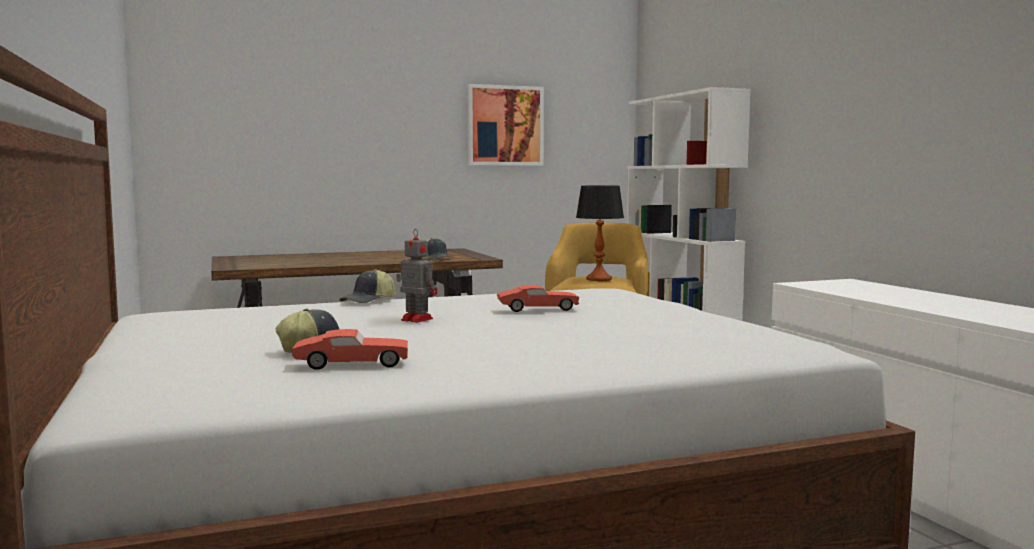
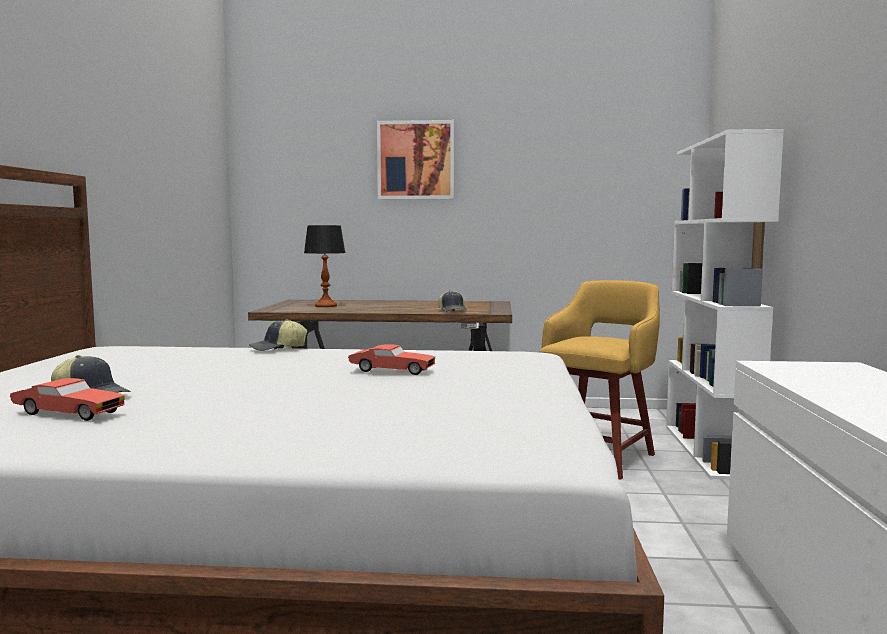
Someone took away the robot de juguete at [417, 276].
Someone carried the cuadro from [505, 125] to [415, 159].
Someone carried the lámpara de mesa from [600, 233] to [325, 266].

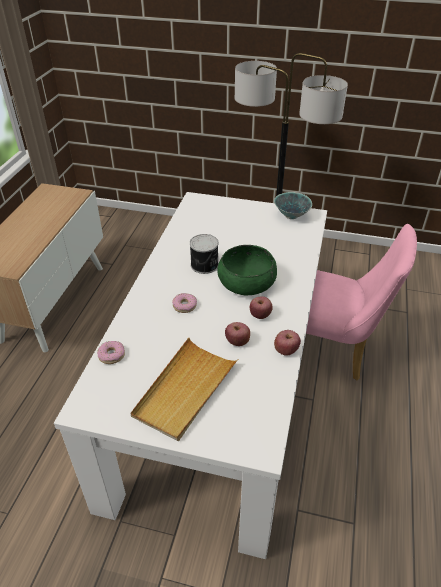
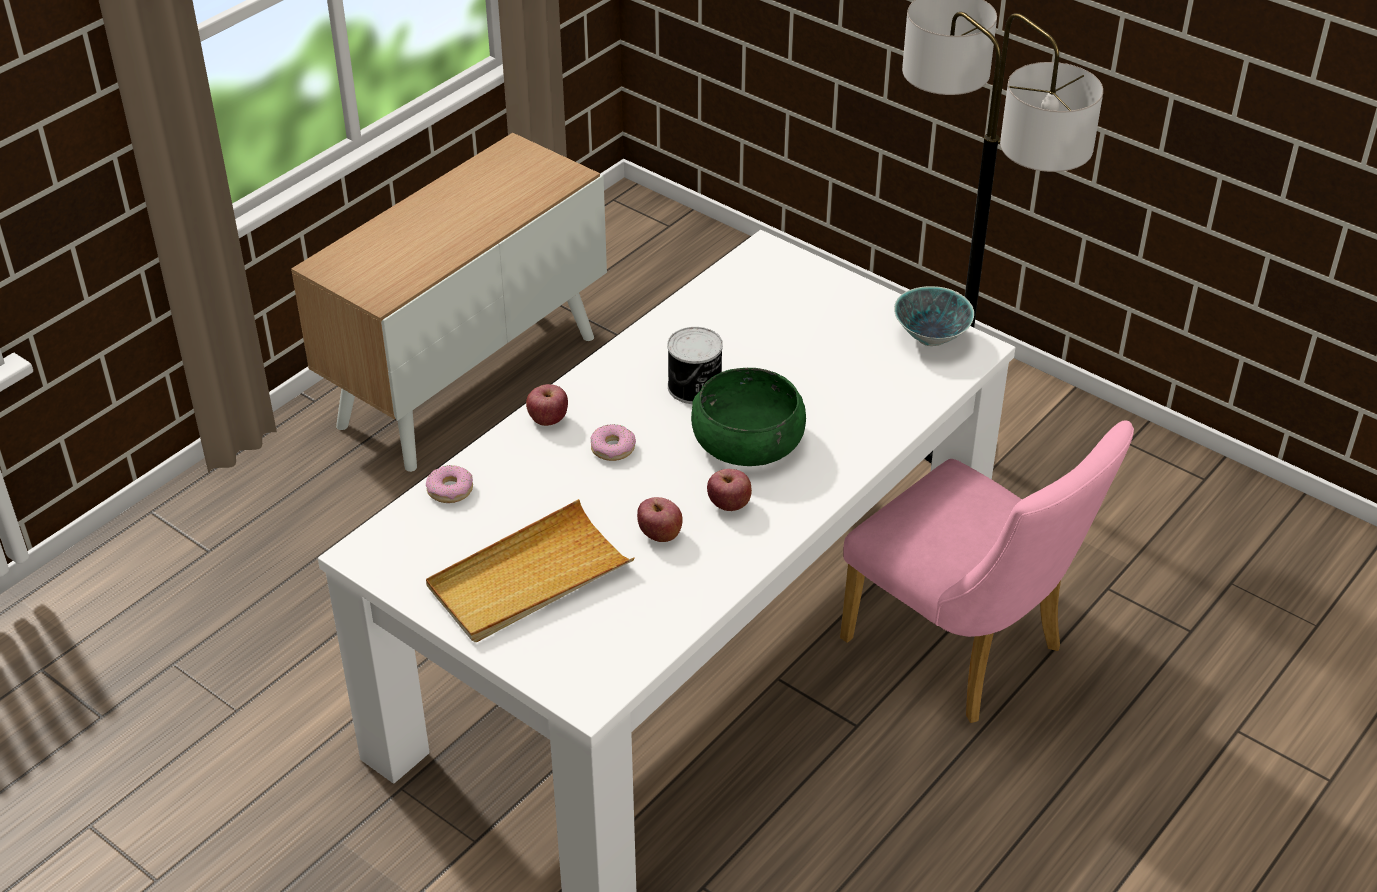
Someone carried the manzana from [287, 343] to [547, 405].

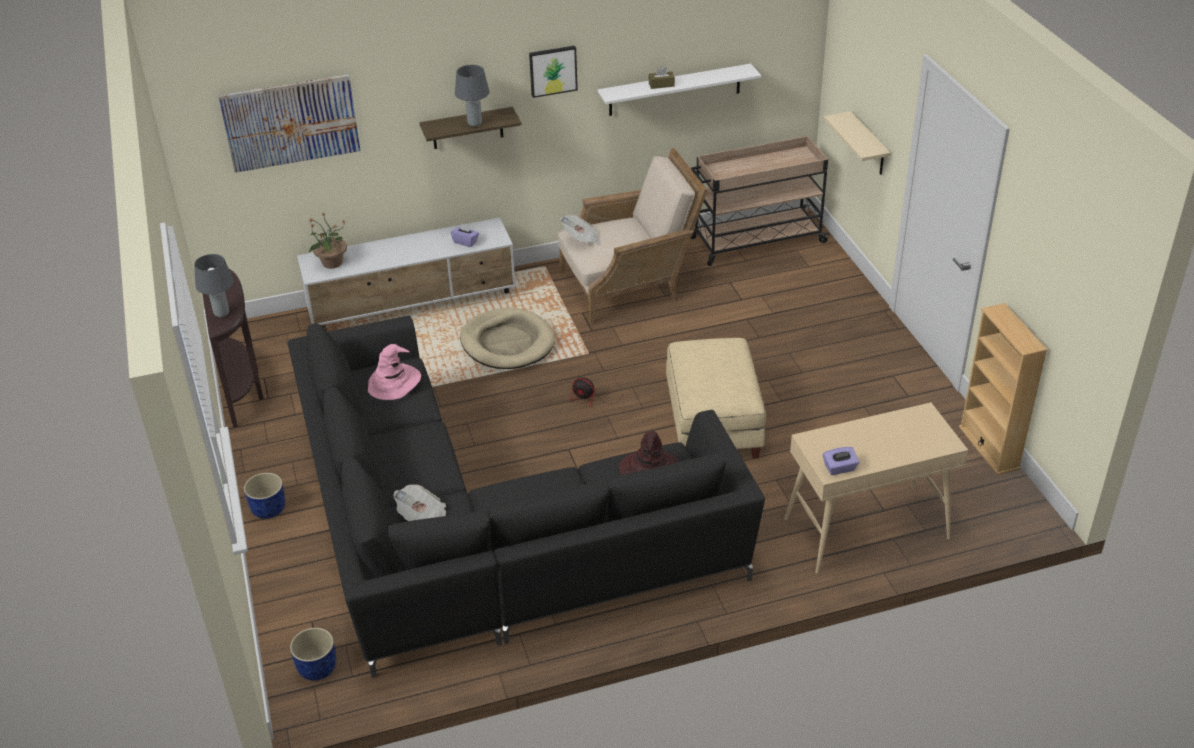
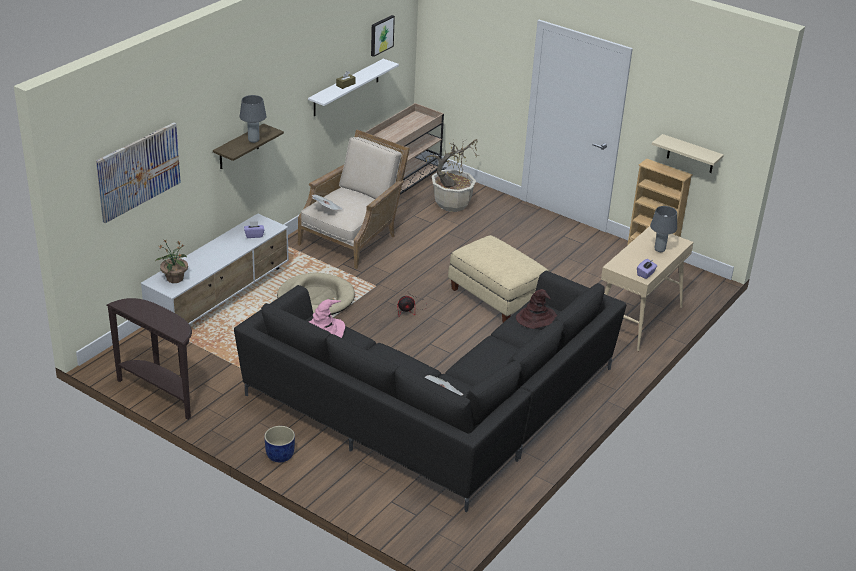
Someone carried the lámpara de mesa/gris from [214, 285] to [663, 229].
Someone took away the maceta/azul at [313, 654].
Someone carried the cuadro from [553, 72] to [383, 36].
Someone carried the estante/beis from [857, 143] to [688, 153].
Someone put down the planta en maceta at [452, 175].

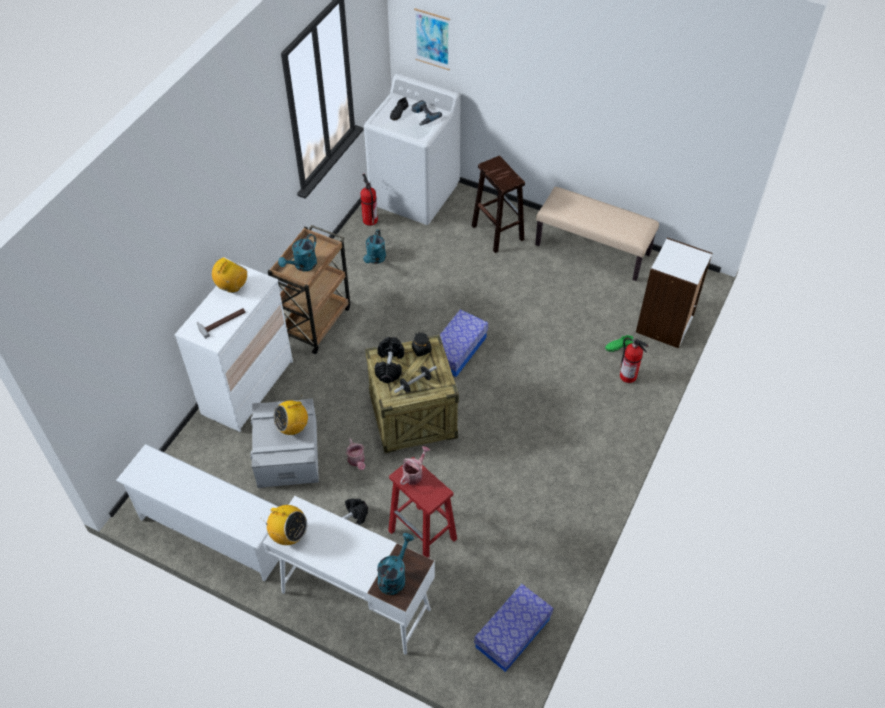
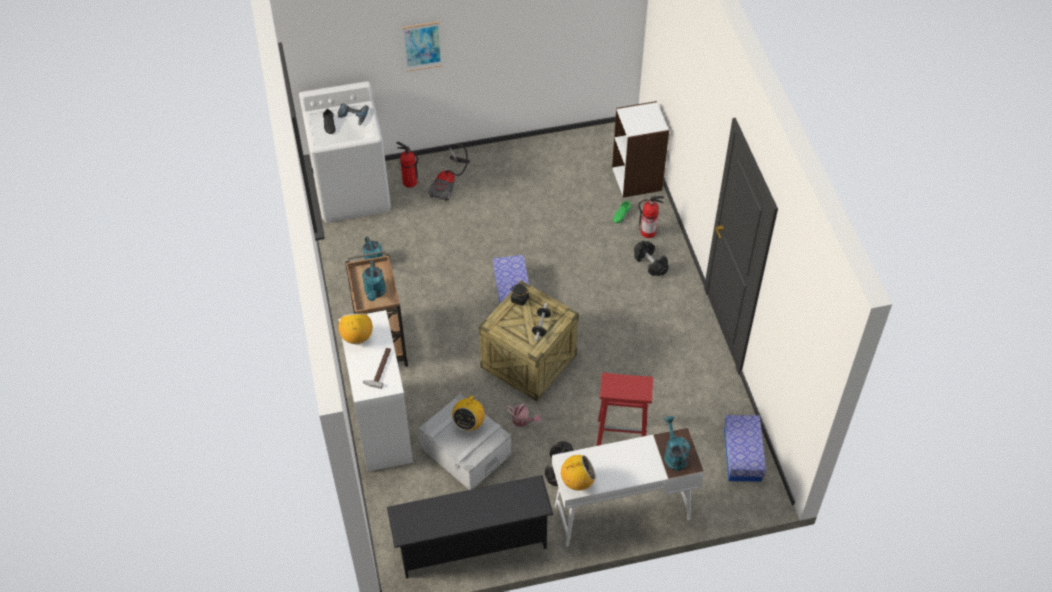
Someone repainted the zapatero/blanco at [197, 512], which became the zapatero/negro at [470, 526].
Someone carried the extintor from [369, 200] to [407, 165].
Someone carried the mancuerna/negro from [389, 360] to [651, 258].
Someone took away the regadera at [415, 465].
Someone carried the cuadro from [432, 39] to [422, 46].
Someone swapped the taburete/marrón at [498, 204] for the aspiradora at [449, 172].
Someone took away the banco/beis at [597, 234].

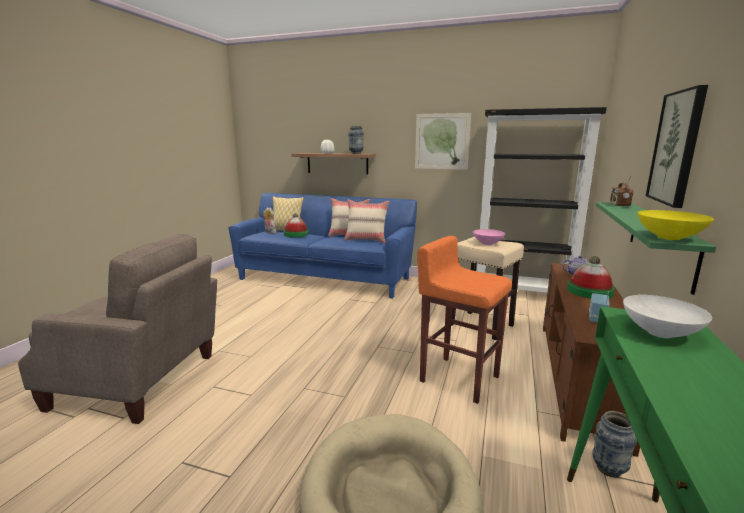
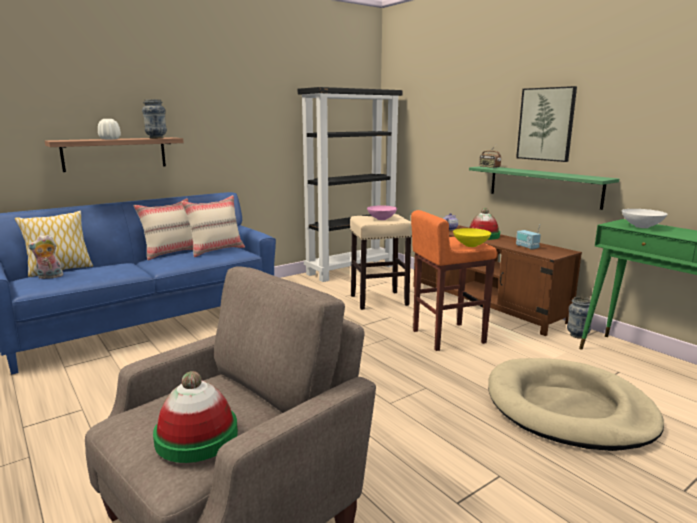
Someone carried the sombrero from [296, 225] to [195, 417].
Someone took away the cuadro at [443, 141].
Someone carried the cuenco/amarillo from [675, 225] to [472, 237].

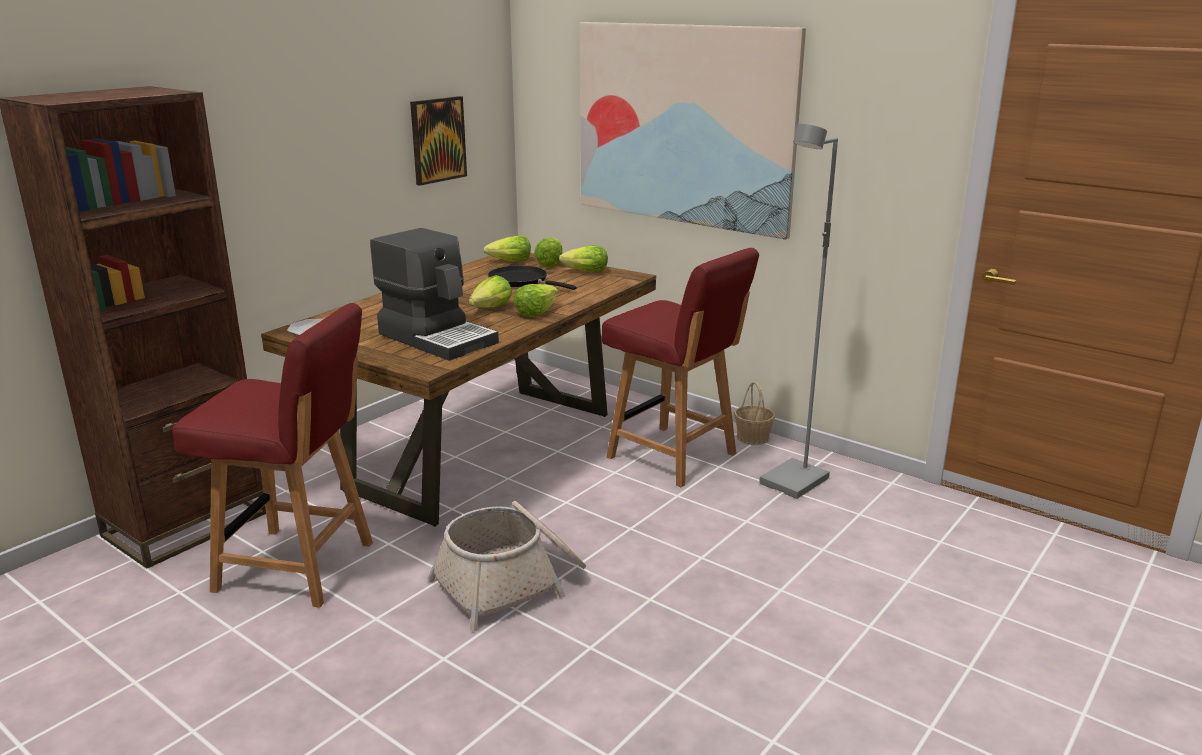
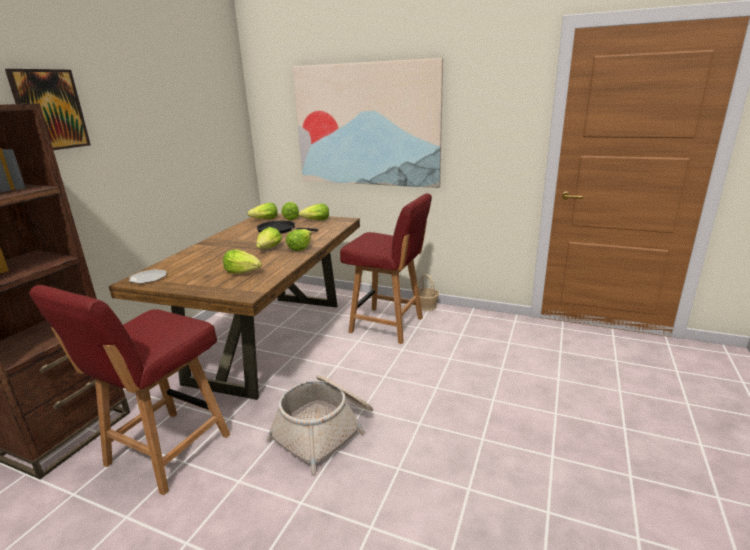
Someone rotated the silla/rojo at [272, 455] by 120 degrees clockwise.
Someone swapped the cafetera at [434, 294] for the lechuga at [242, 261].
Someone carried the cuadro from [438, 141] to [48, 109].
Someone took away the lámpara de pie/gris at [798, 311].

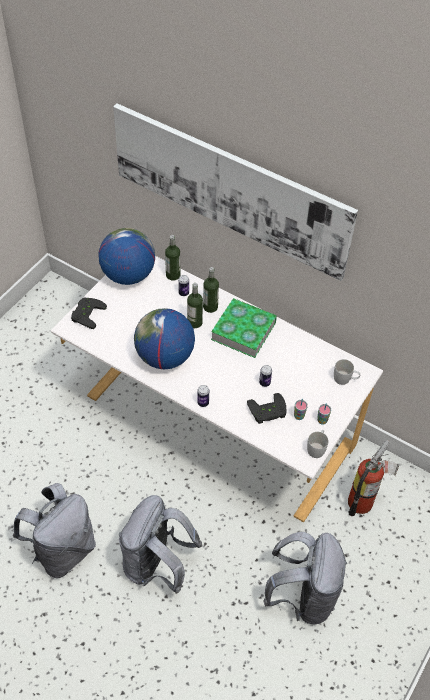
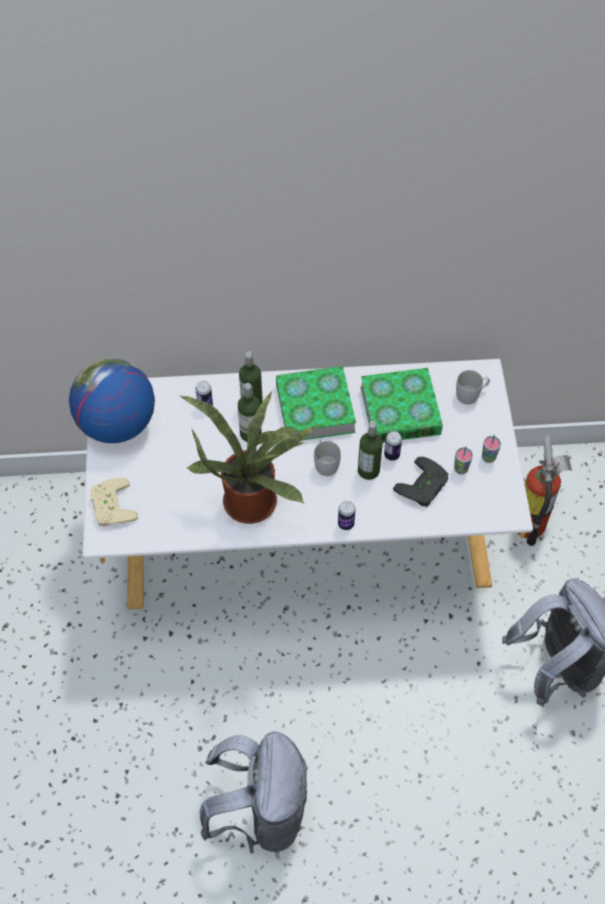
Someone repainted the mando de consola/negro at [89, 313], which became the mando de consola/beis at [114, 502].
Someone took away the cuadro at [235, 192].
Someone took away the mochila/gris at [160, 544].
Someone swapped the globo terráqueo at [164, 338] for the planta en maceta at [249, 457].
Someone carried the botella from [173, 258] to [370, 450].
Someone carried the taza grande/blanco from [317, 444] to [327, 457].
Someone put down the libro at [401, 405].

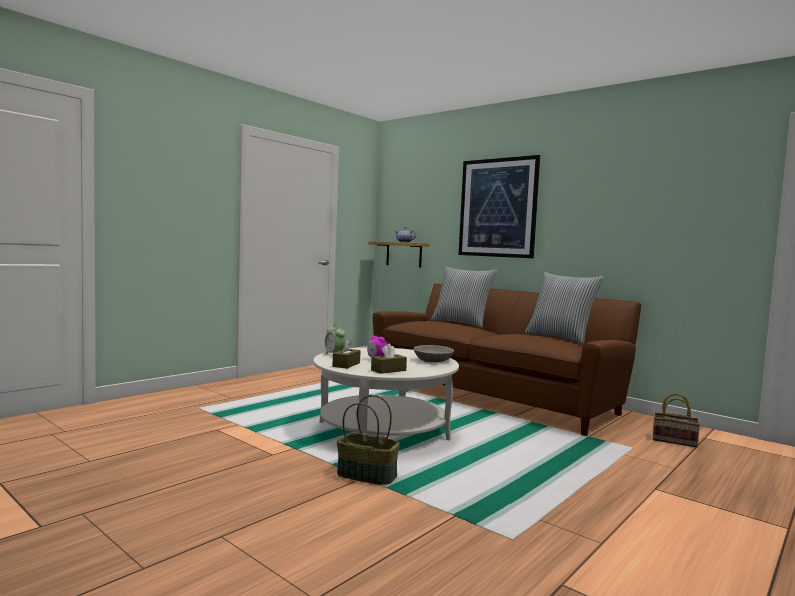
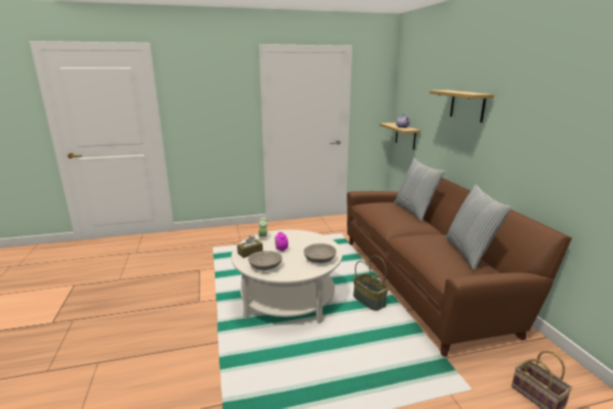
Someone carried the cesta from [368, 440] to [370, 283].
Someone swapped the caja de pañuelos/marrón at [389, 358] for the cuenco/gris at [265, 260].
Someone swapped the cuadro at [499, 206] for the estante at [462, 106].

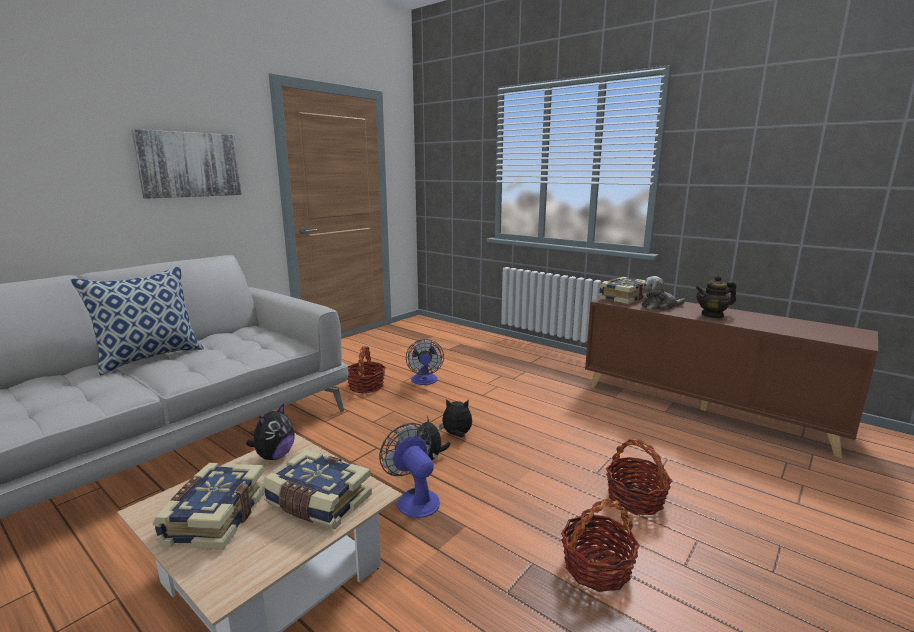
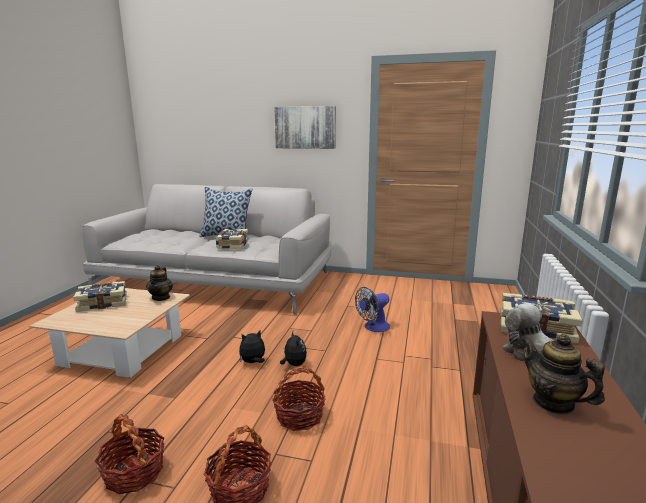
Someone swapped the peluche at [270, 431] for the tetera at [159, 283].
Someone carried the libro from [317, 489] to [232, 239].
Someone carried the cesta from [366, 369] to [299, 398].
Someone took away the ventilador at [409, 470].

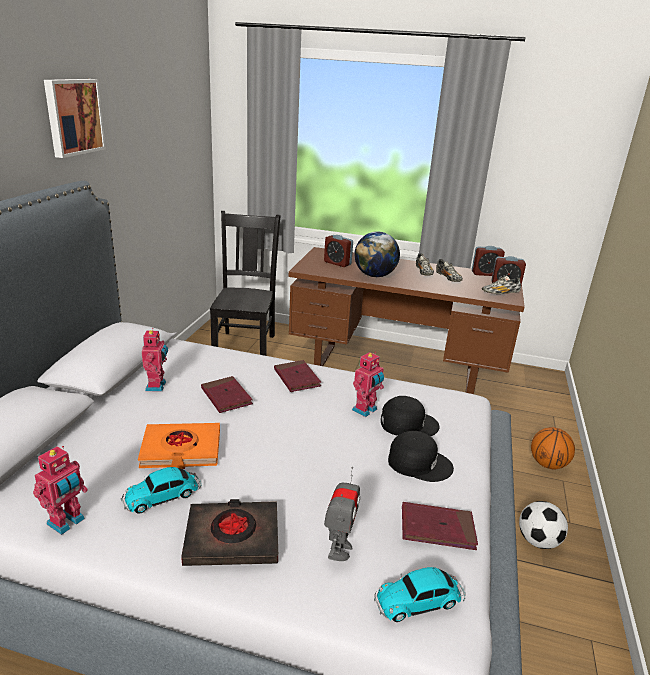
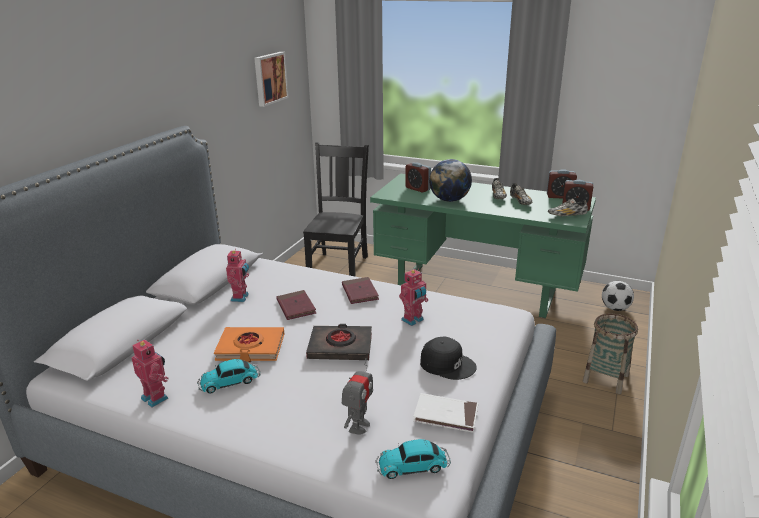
Someone rotated the robot de juguete at [60, 490] by 90 degrees counterclockwise.
Someone carried the cuadro from [75, 118] to [271, 79].
Someone carried the libro/negro from [229, 532] to [339, 342].
Someone repainted the escritorio/marrón at [407, 320], which became the escritorio/verde at [483, 246].
Someone took away the gorra/negro at [410, 416].
Someone repainted the libro/rojo at [440, 526], which became the libro/blanco at [445, 413].
Someone carried the balón de fútbol from [543, 525] to [618, 296].
Someone swapped the balón de baloncesto at [553, 448] for the cesta at [610, 353].

